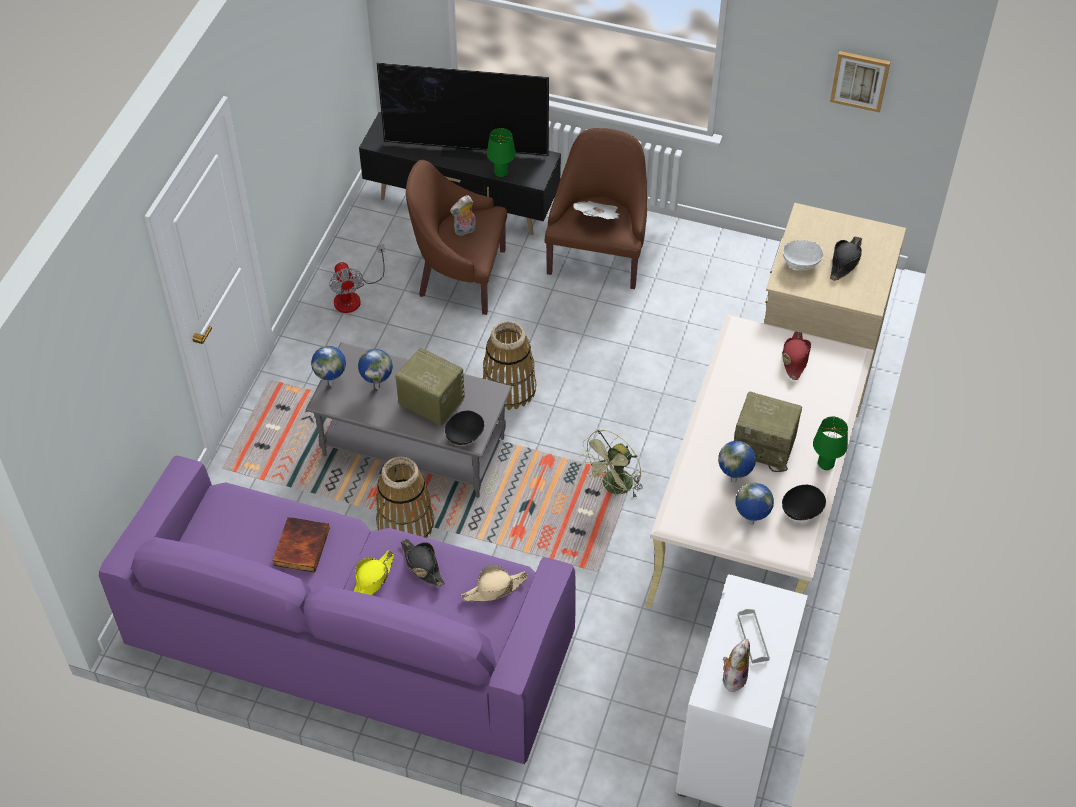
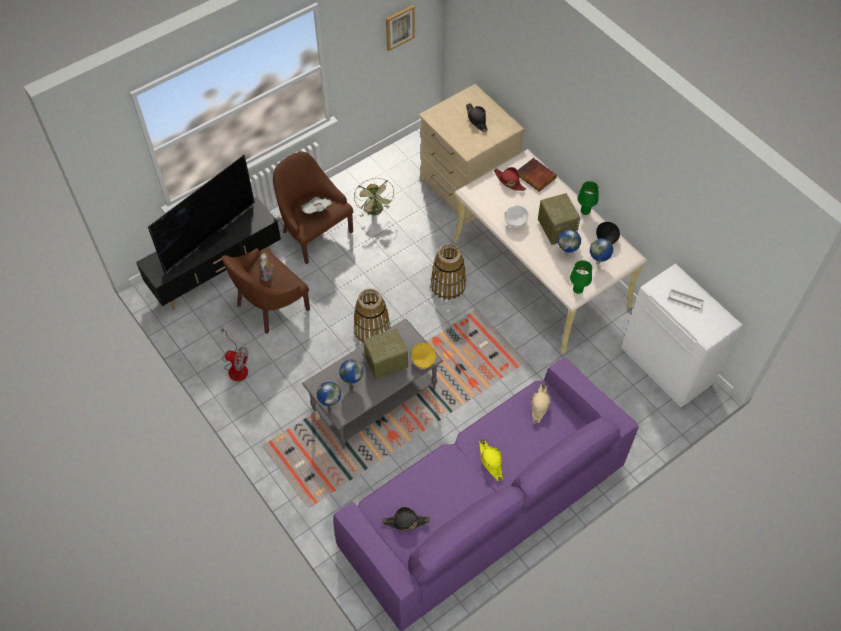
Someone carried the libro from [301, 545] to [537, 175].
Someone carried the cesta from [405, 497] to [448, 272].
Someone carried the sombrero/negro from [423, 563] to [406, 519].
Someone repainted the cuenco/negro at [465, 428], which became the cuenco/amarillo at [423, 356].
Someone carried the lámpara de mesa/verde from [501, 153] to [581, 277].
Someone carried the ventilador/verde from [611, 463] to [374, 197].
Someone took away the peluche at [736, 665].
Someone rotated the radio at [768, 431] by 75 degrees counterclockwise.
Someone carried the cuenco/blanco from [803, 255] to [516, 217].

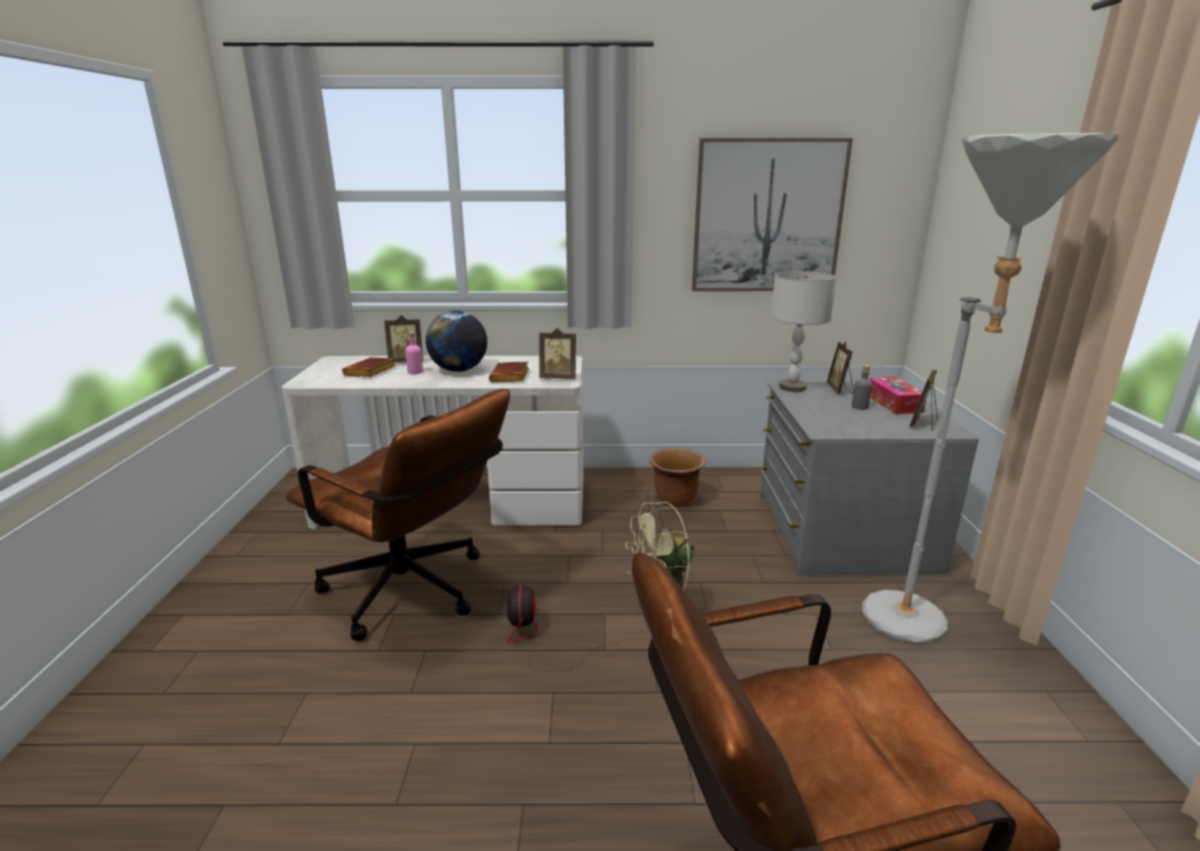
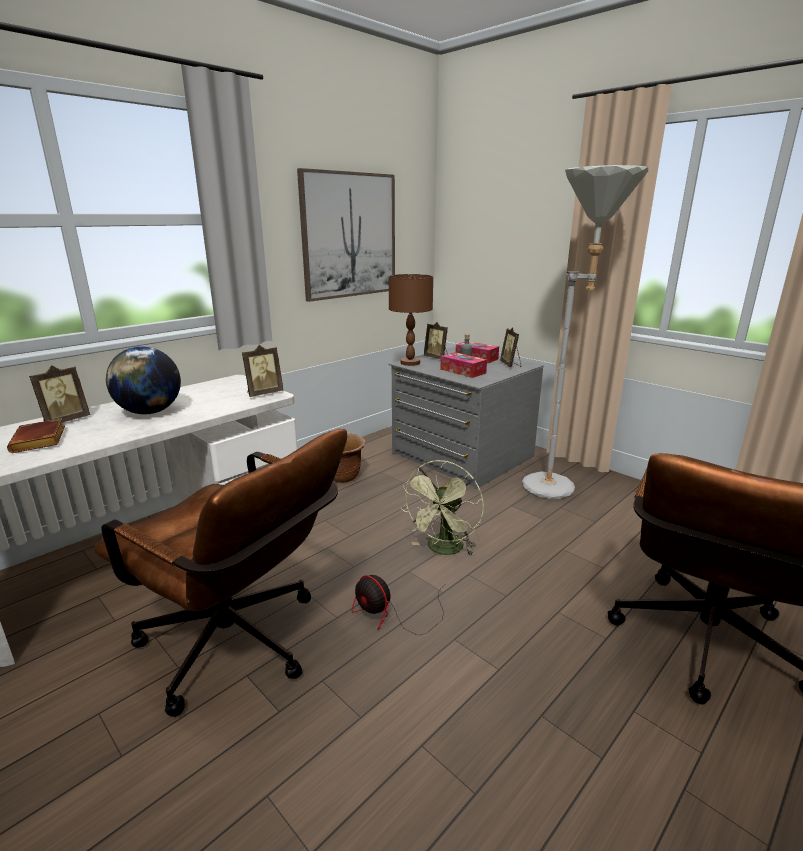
Someone rotated the silla de oficina/marrón at [398, 515] by 45 degrees clockwise.
Someone took away the botella/rosa at [414, 353].
Someone took away the libro/marrón at [509, 371].
Someone repainted the lámpara de mesa/gris at [804, 331], which became the lámpara de mesa/marrón at [411, 320].
Someone put down the caja de pañuelos at [463, 365].

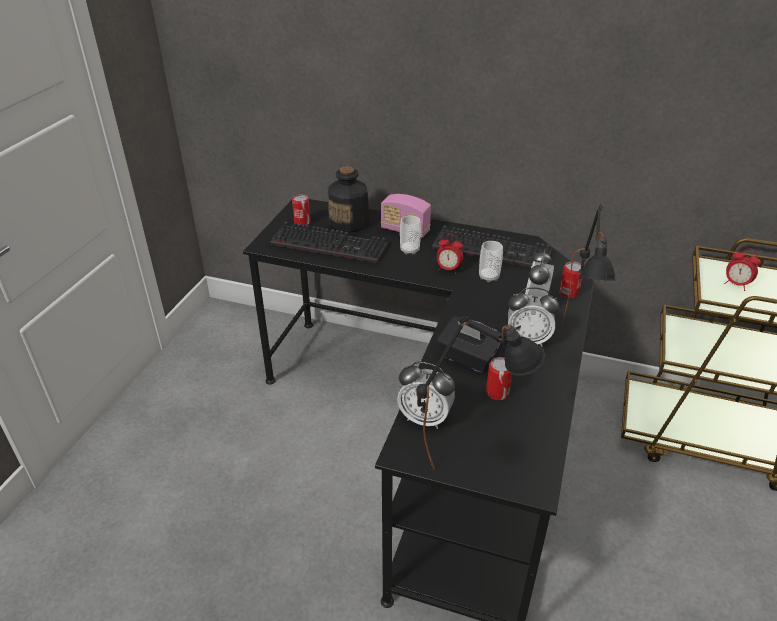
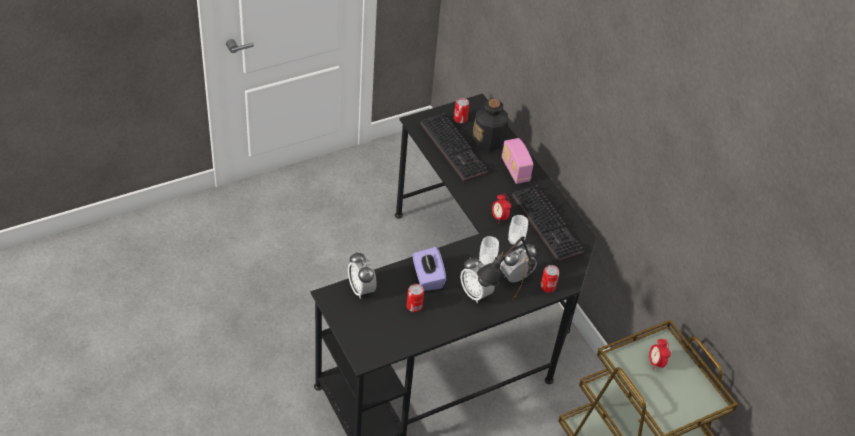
Someone carried the taza from [410, 235] to [489, 250].
Someone took away the lámpara de mesa/negro at [480, 393].
Someone repainted the caja de pañuelos/negro at [470, 344], which became the caja de pañuelos/morado at [429, 269].

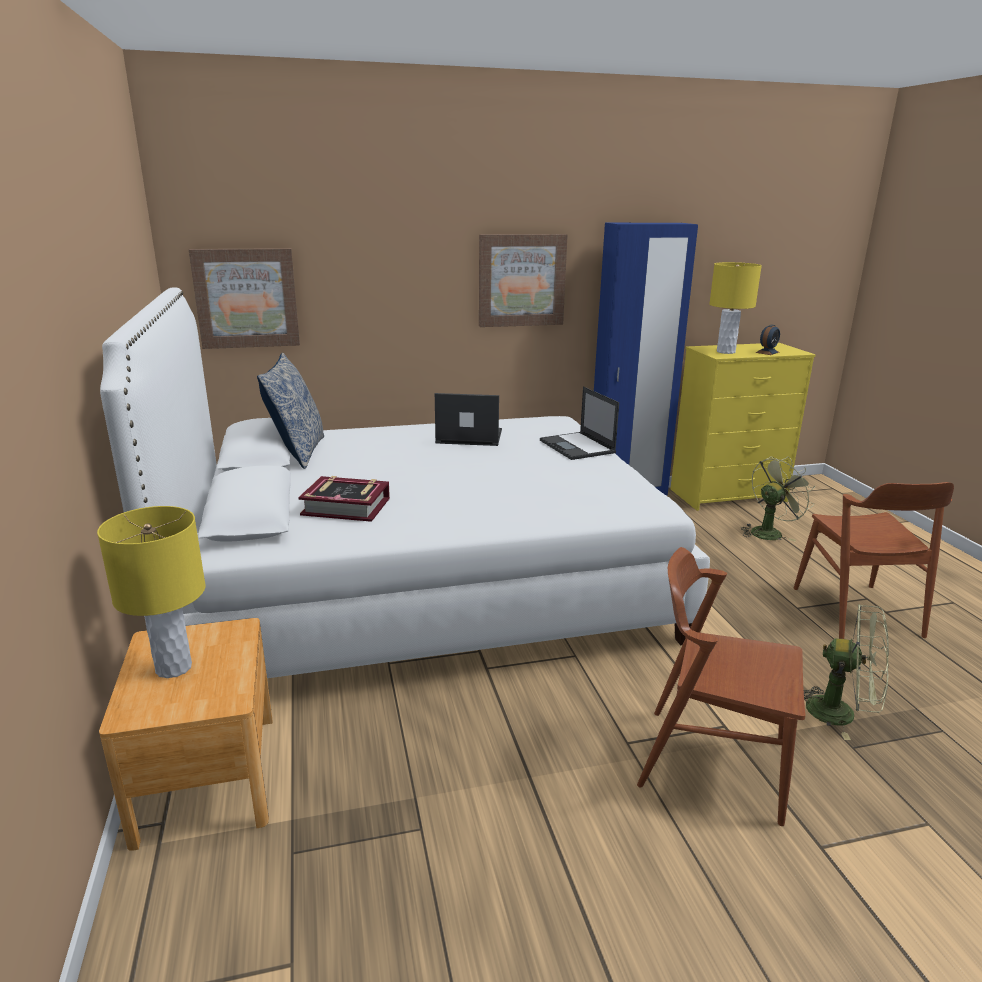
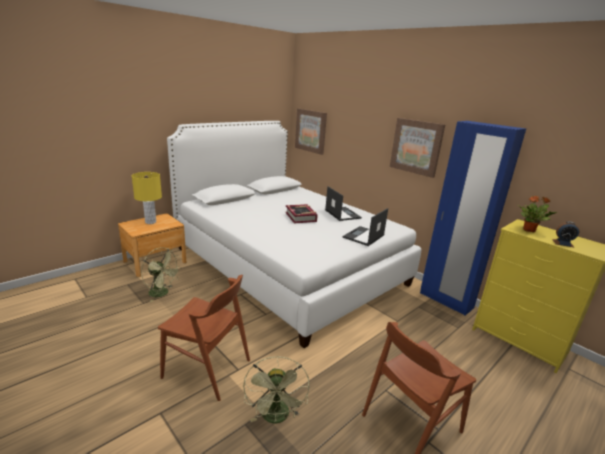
Someone took away the cojín at [290, 411].
Someone carried the libro from [344, 499] to [301, 213].
Someone rotated the silla/marrón at [721, 686] by 120 degrees clockwise.
Someone swapped the lámpara de mesa/amarillo at [735, 308] for the planta en maceta at [537, 214].
Someone carried the ventilador/verde from [778, 498] to [160, 274].

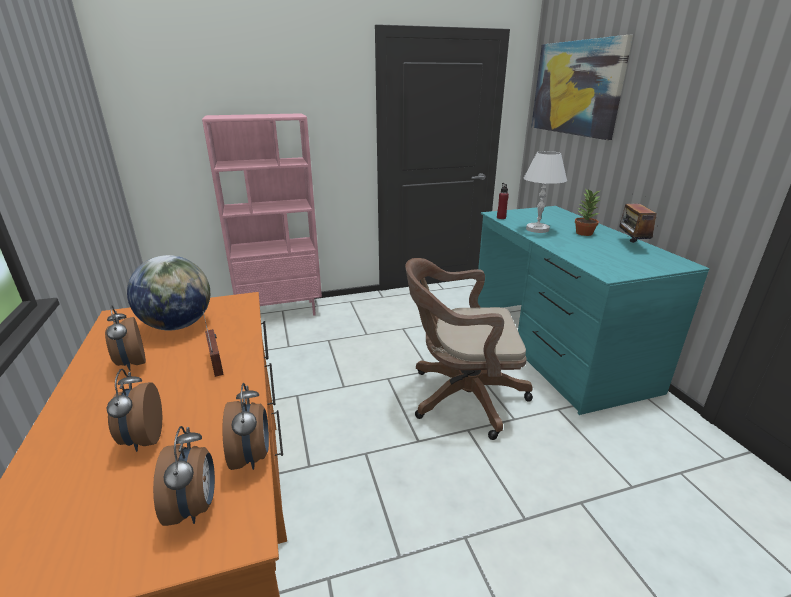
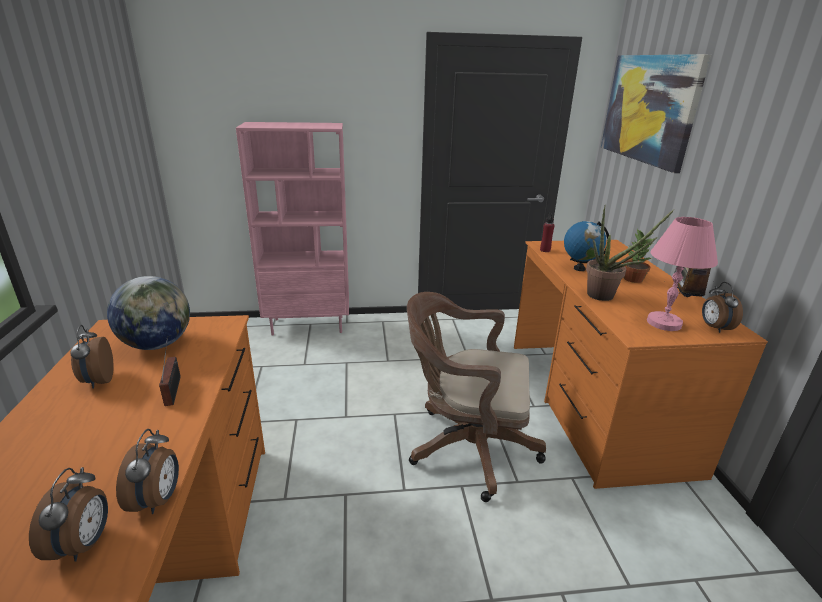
Someone carried the despertador from [134, 410] to [722, 307].
Someone repainted the escritorio/turquesa at [594, 310], which became the escritorio/naranja at [641, 364].
Someone swapped the lámpara de mesa/blanco at [545, 192] for the globo terráqueo at [586, 246].
Someone put down the planta en maceta at [630, 253].
Someone put down the lámpara de mesa/rosa at [682, 274].

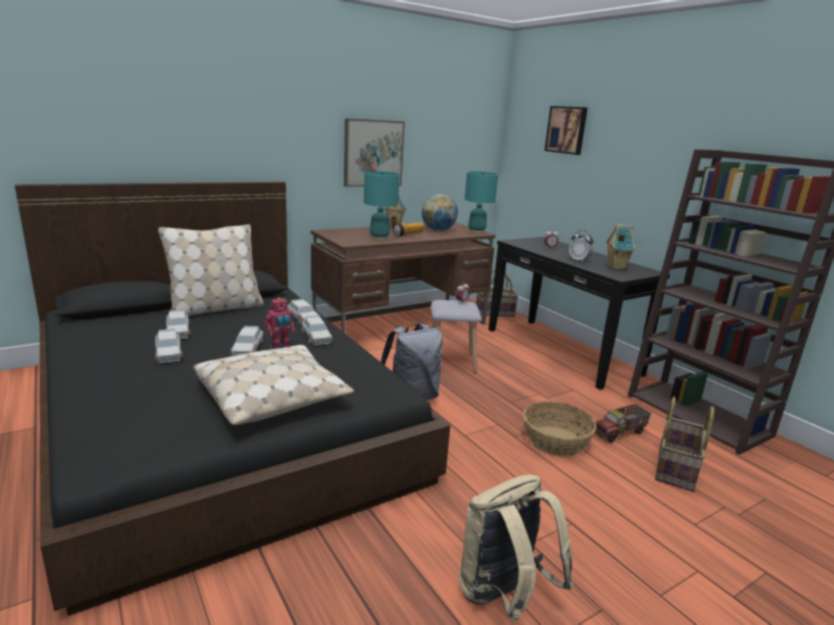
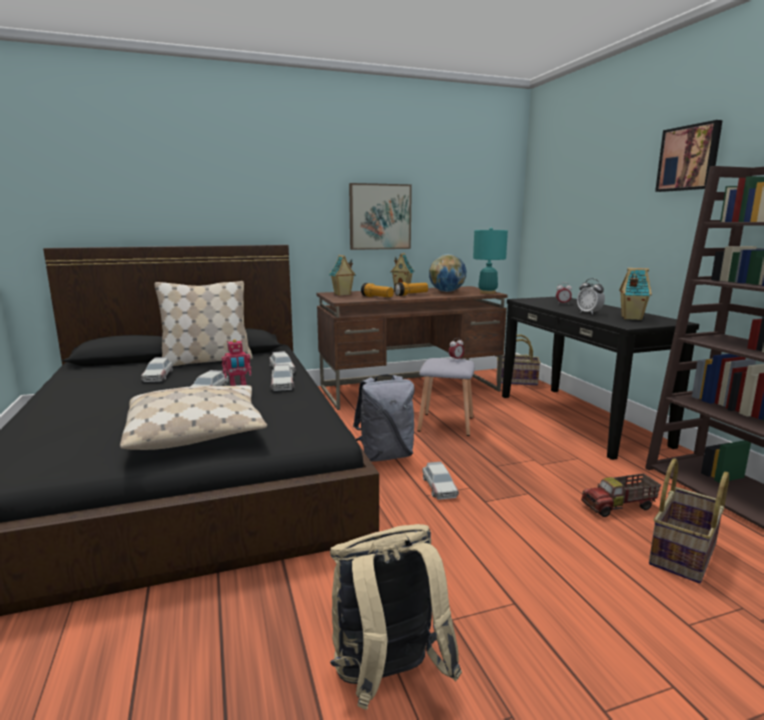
Someone carried the coche de juguete from [169, 346] to [440, 481].
Someone swapped the lámpara de mesa/turquesa at [381, 205] for the linterna at [377, 290].
Someone took away the cesta at [560, 428].
Someone carried the cuadro from [566, 130] to [689, 156].
Someone put down the casita at [342, 275].

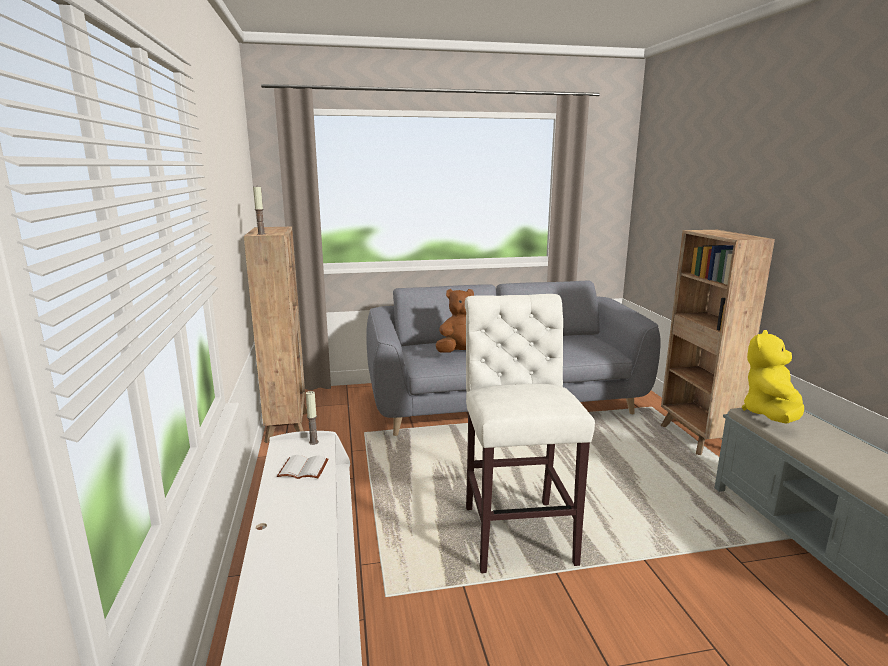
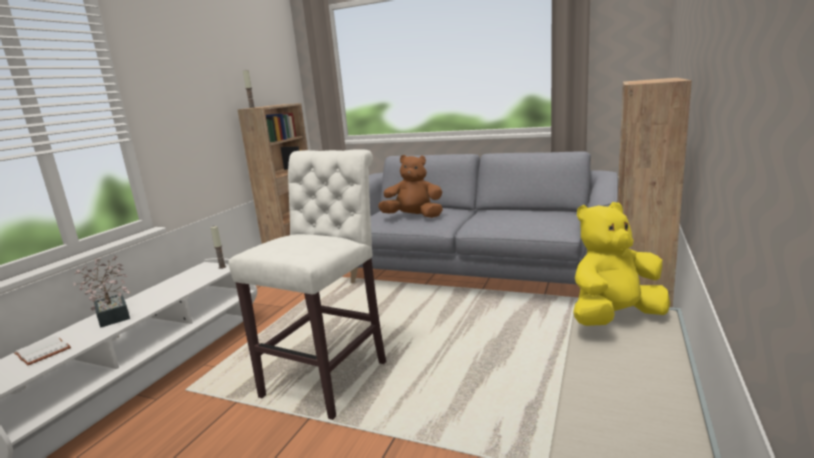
Someone carried the libro/blanco from [302, 467] to [42, 351].
Someone put down the planta en maceta at [101, 292].

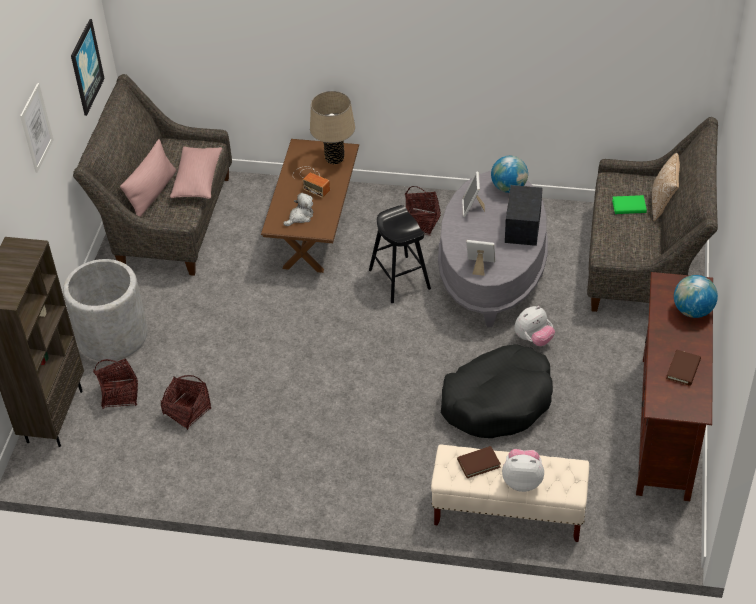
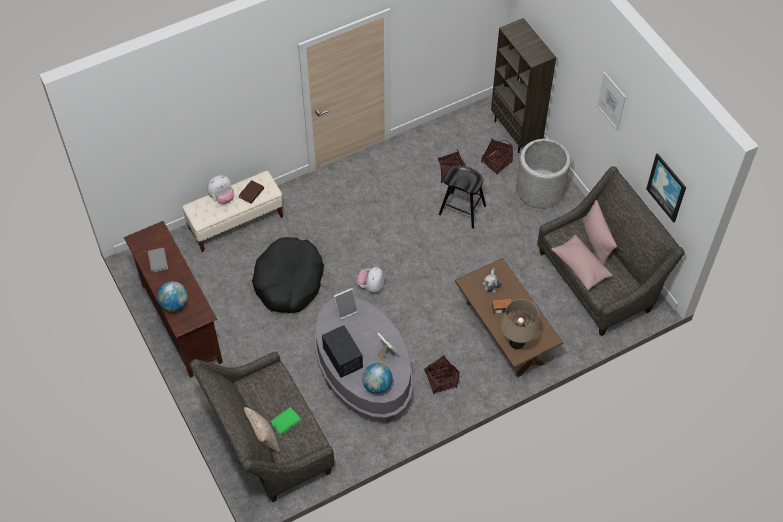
Someone carried the taburete/negro from [400, 254] to [462, 197].
Someone carried the peluche from [534, 326] to [370, 280].
Someone repainted the libro/marrón at [683, 368], which became the libro/gris at [158, 260].

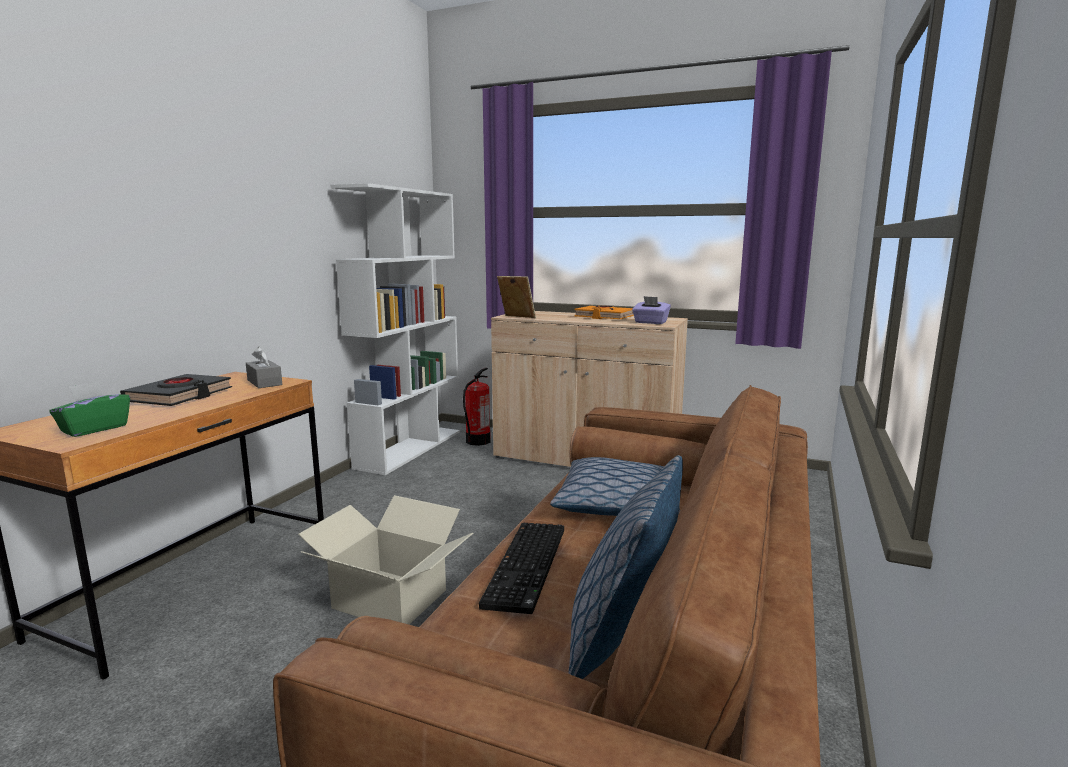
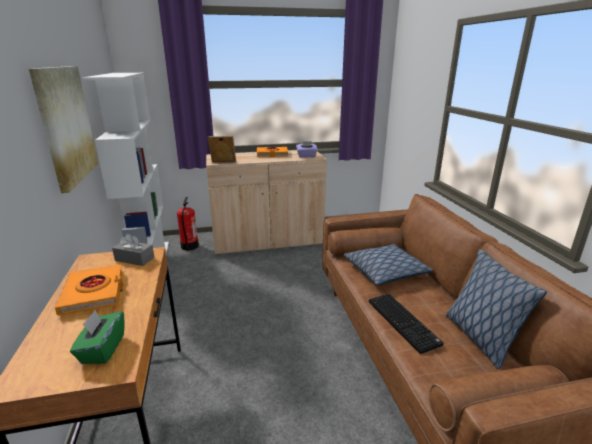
Someone repainted the libro/negro at [176, 390], which became the libro/naranja at [89, 289].
Someone took away the caja de cartón at [385, 559].
Someone put up the cuadro at [63, 129].

